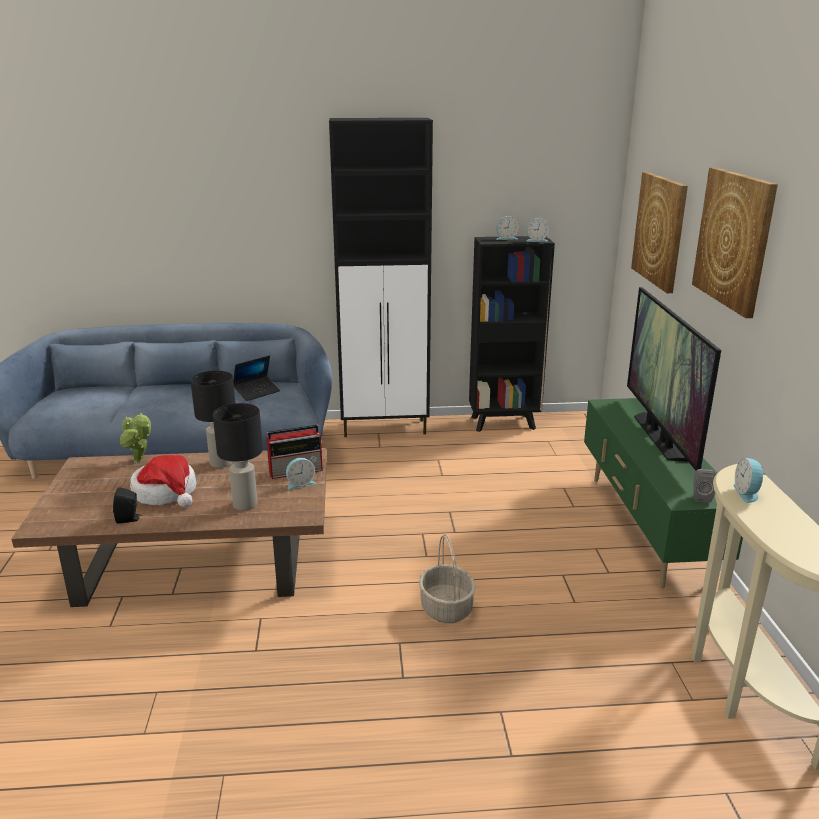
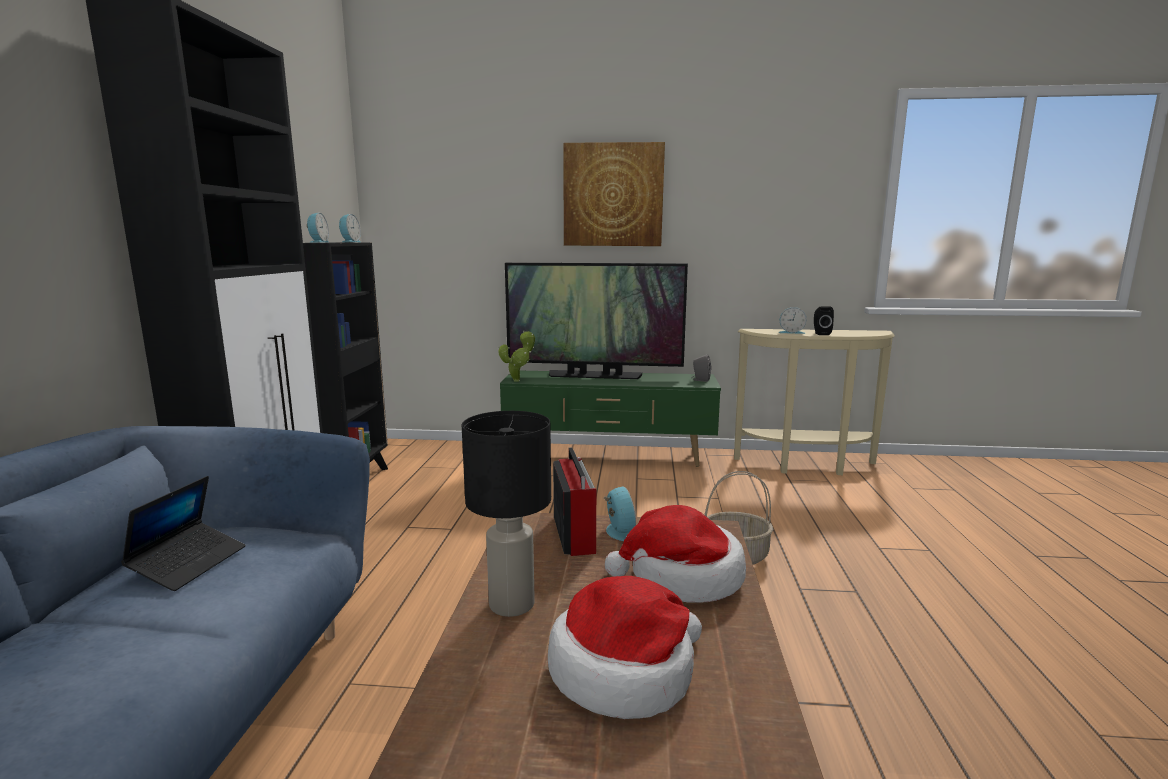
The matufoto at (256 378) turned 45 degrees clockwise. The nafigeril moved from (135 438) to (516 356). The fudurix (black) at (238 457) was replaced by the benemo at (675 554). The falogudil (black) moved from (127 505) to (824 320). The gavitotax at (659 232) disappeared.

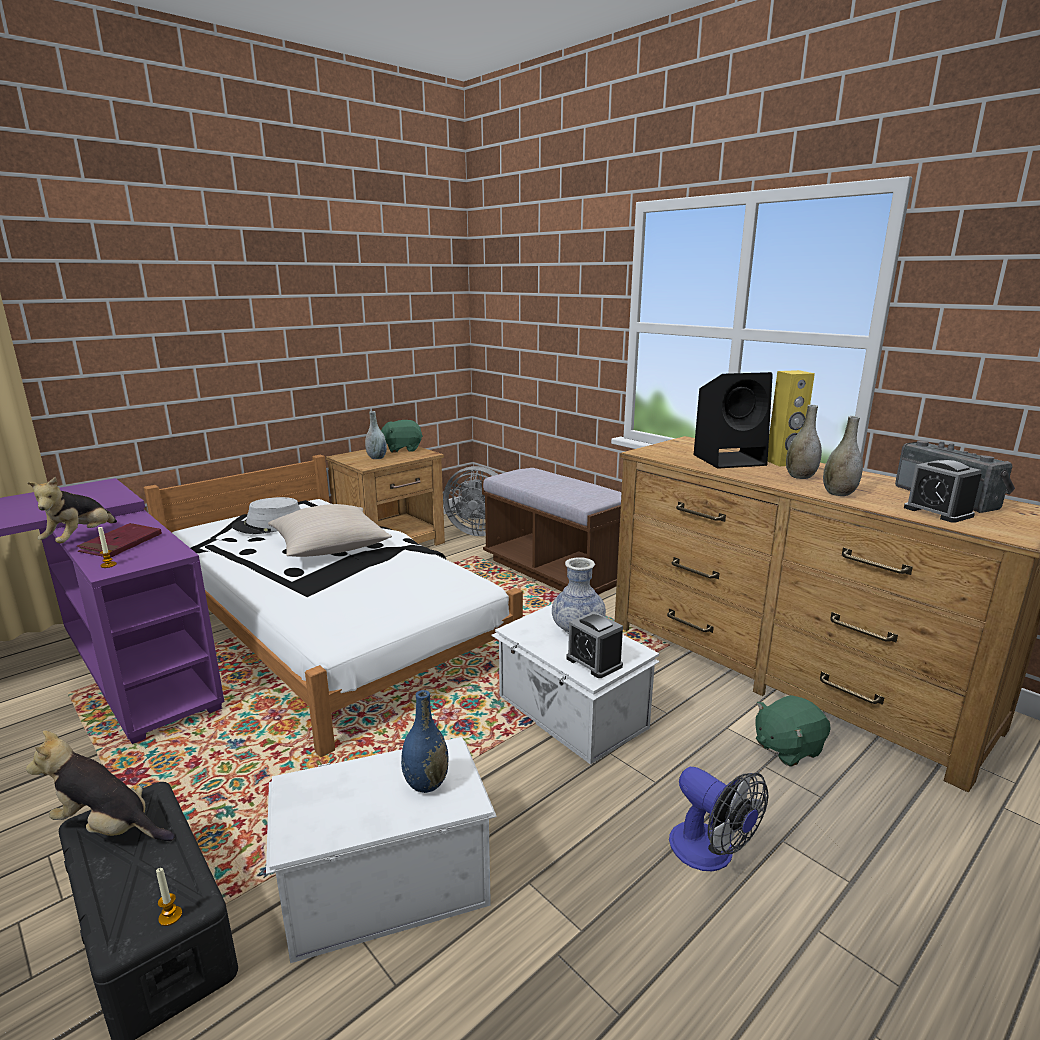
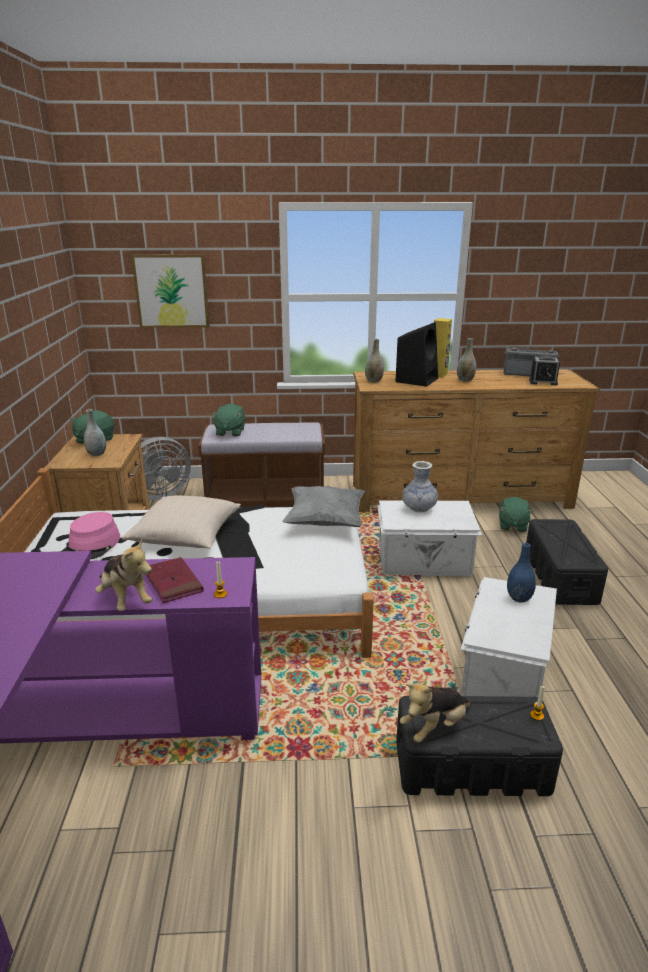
The benemo (grey) at (266 515) became the benemo (pink) at (91 535). The gavitotax at (170 291) appeared. The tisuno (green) at (228 420) appeared. The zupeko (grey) at (323 506) appeared. The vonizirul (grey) moved from (843 456) to (374 361). The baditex at (718 819) was replaced by the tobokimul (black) at (567 562). The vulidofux at (594 645) disappeared.

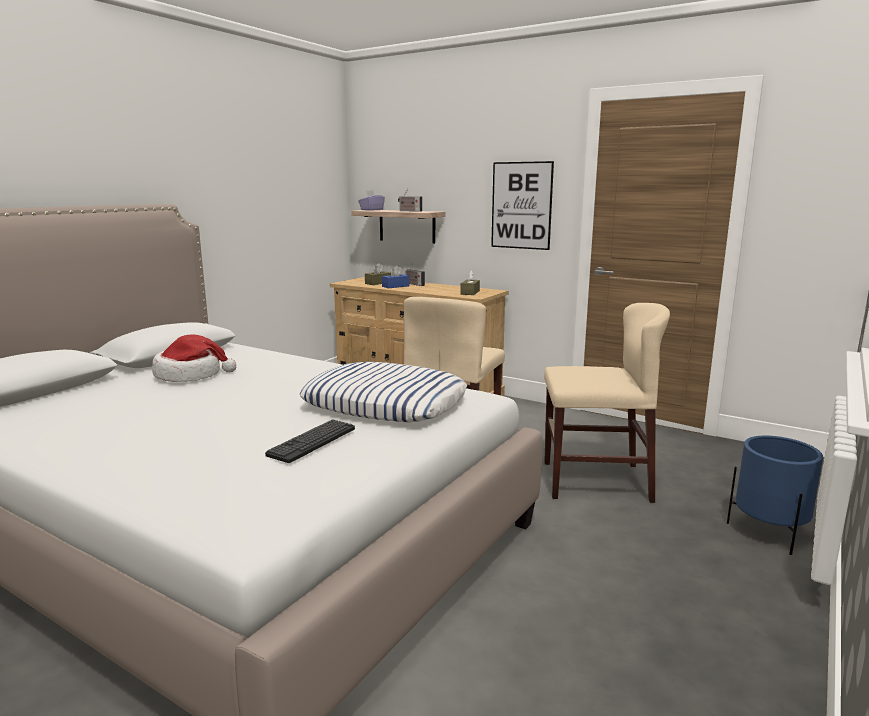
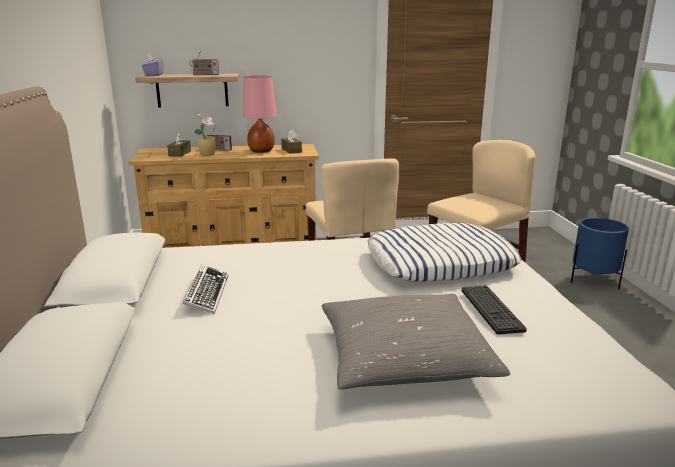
The benemo at (194 358) was replaced by the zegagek at (205 289). The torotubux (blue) at (395 277) was replaced by the nafigeril at (205 134). The fudurix (pink) at (260 114) appeared. The zupeko (grey) at (416 341) appeared. The gavitotax at (522 205) disappeared.

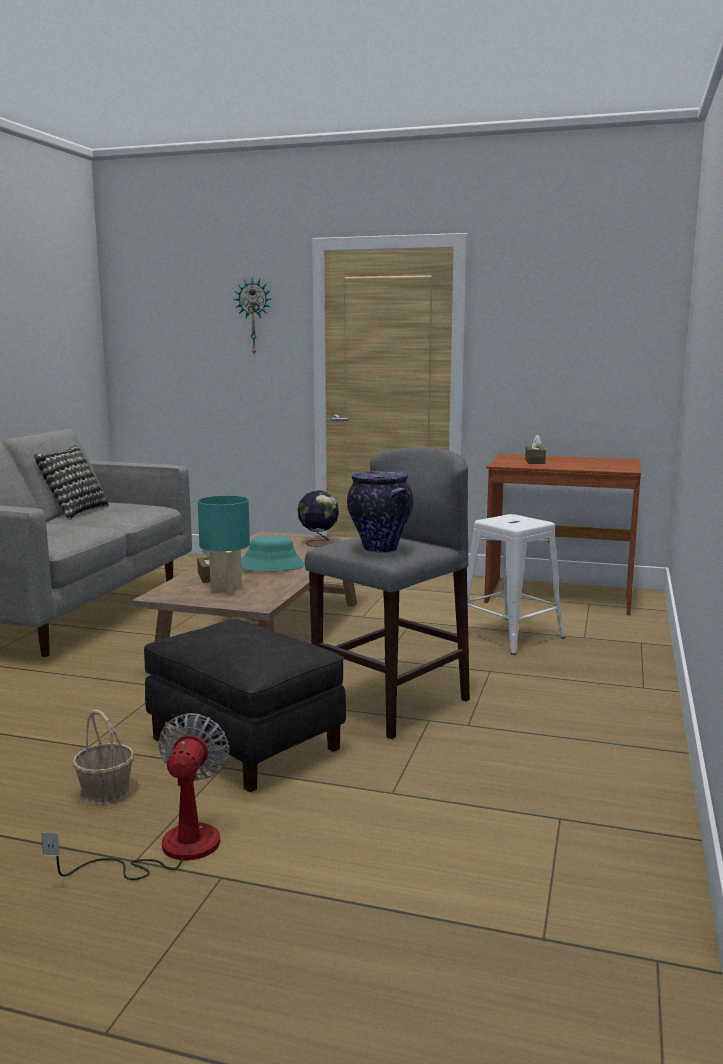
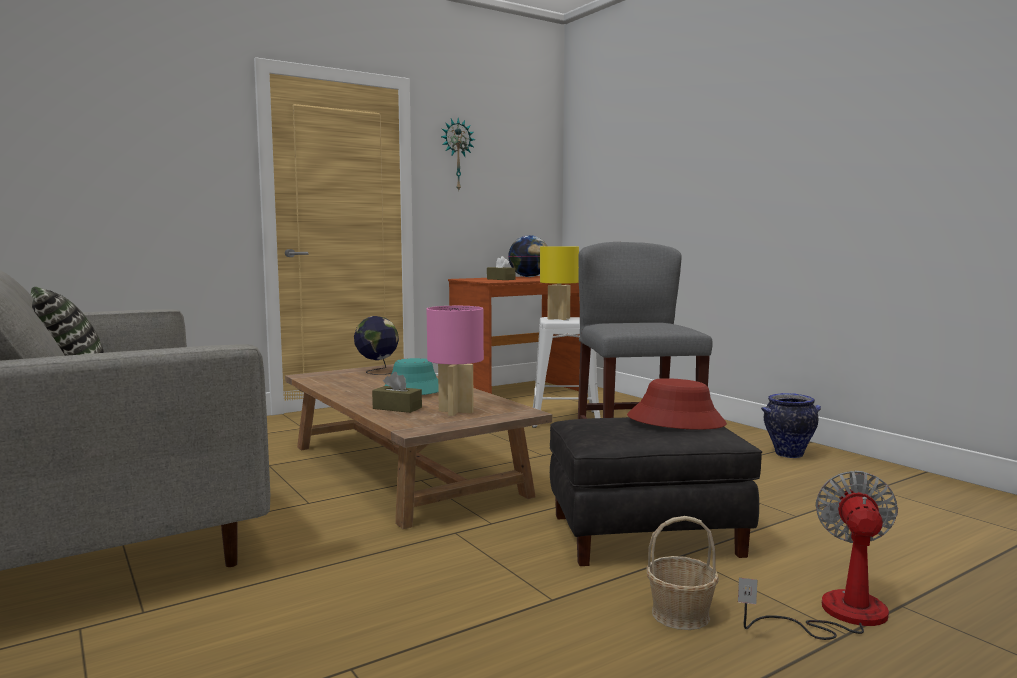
The fudurix (turquoise) at (223 545) became the fudurix (pink) at (455 361). The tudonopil moved from (252 316) to (458 154). The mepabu at (527 256) appeared. The fudurix (yellow) at (559 283) appeared. The benemo (red) at (677 404) appeared. The baditex at (135 796) turned 60 degrees clockwise. The vonizirul moved from (380 512) to (791 425).

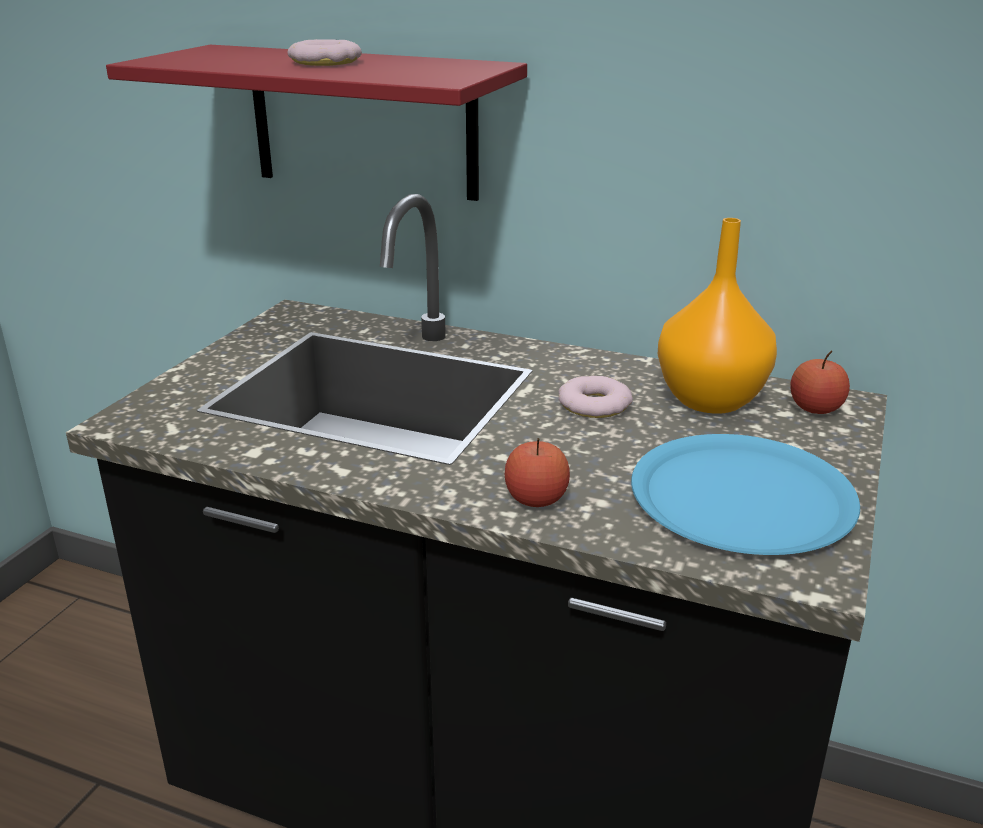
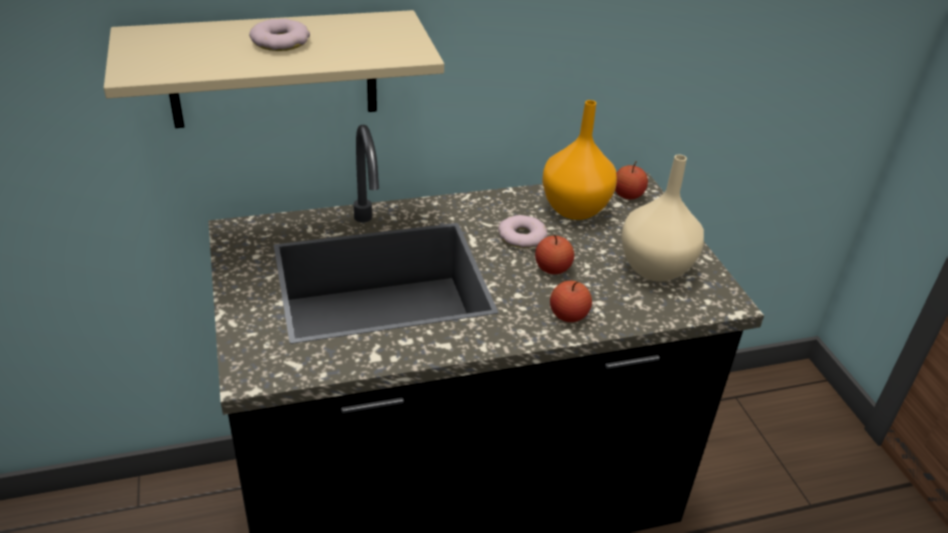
The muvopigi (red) at (316 123) became the muvopigi (beige) at (274 69). The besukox at (554 254) appeared. The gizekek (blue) at (745 494) was replaced by the vonizirul (beige) at (662 218).

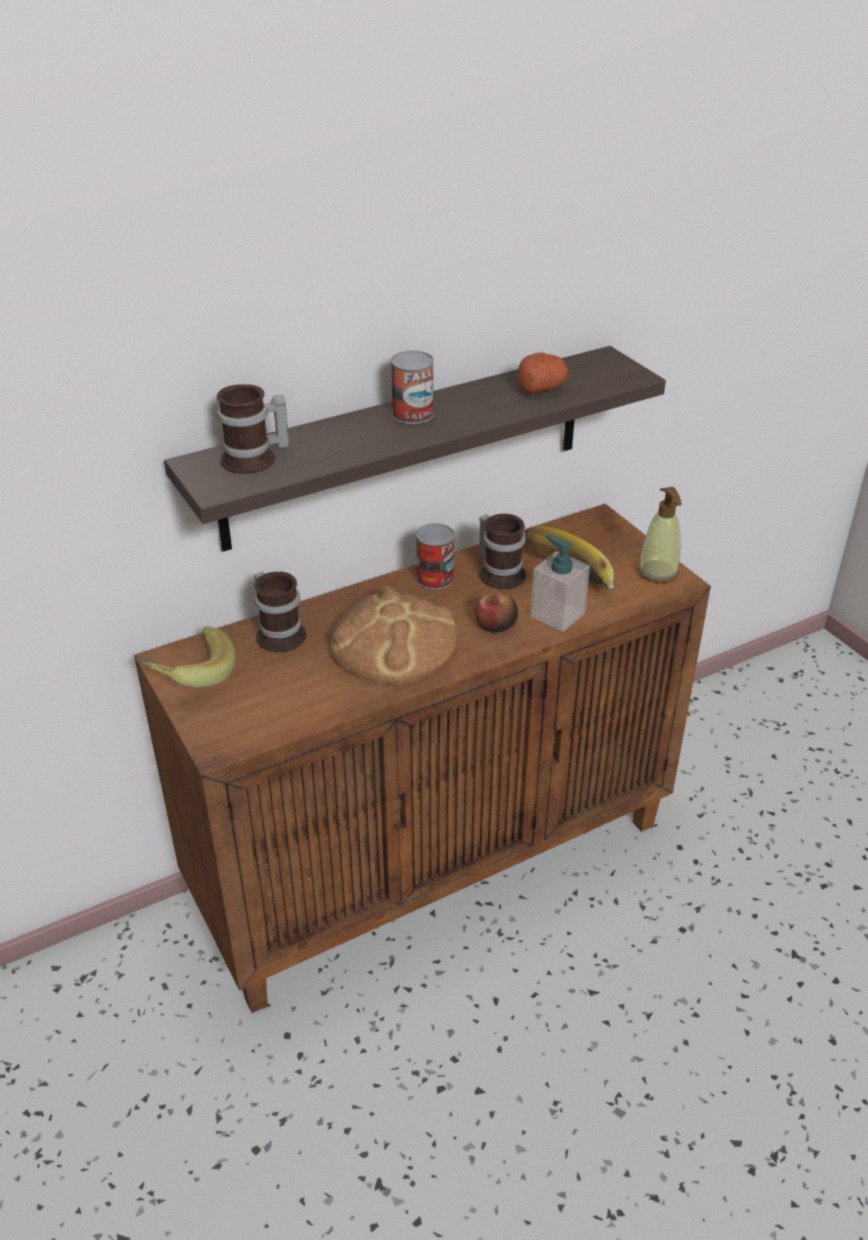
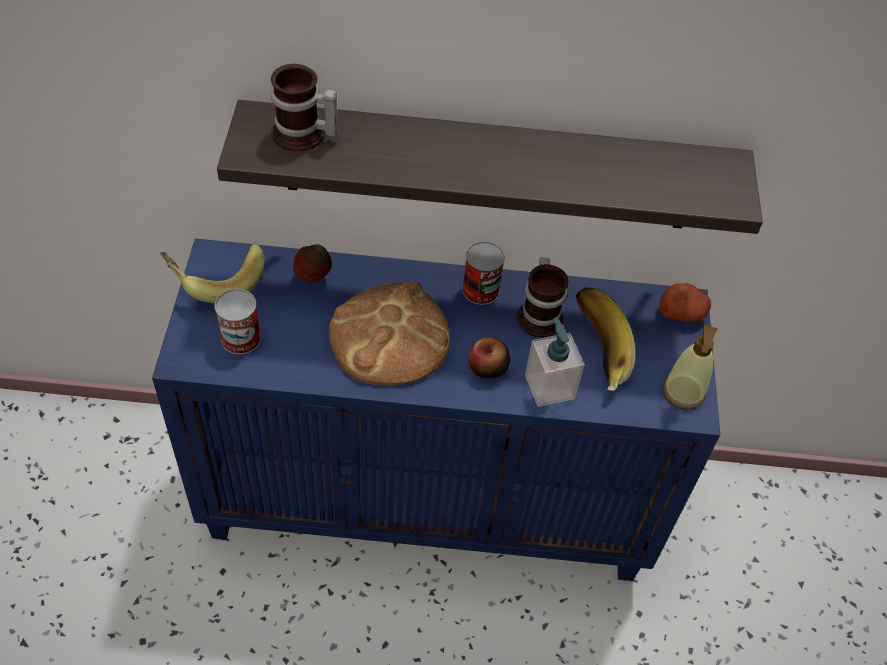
The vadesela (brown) at (422 758) became the vadesela (blue) at (436 410). The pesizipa moved from (412 387) to (238 322). The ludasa at (280 612) was replaced by the besukox at (312 263). The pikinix moved from (542 373) to (685 302).

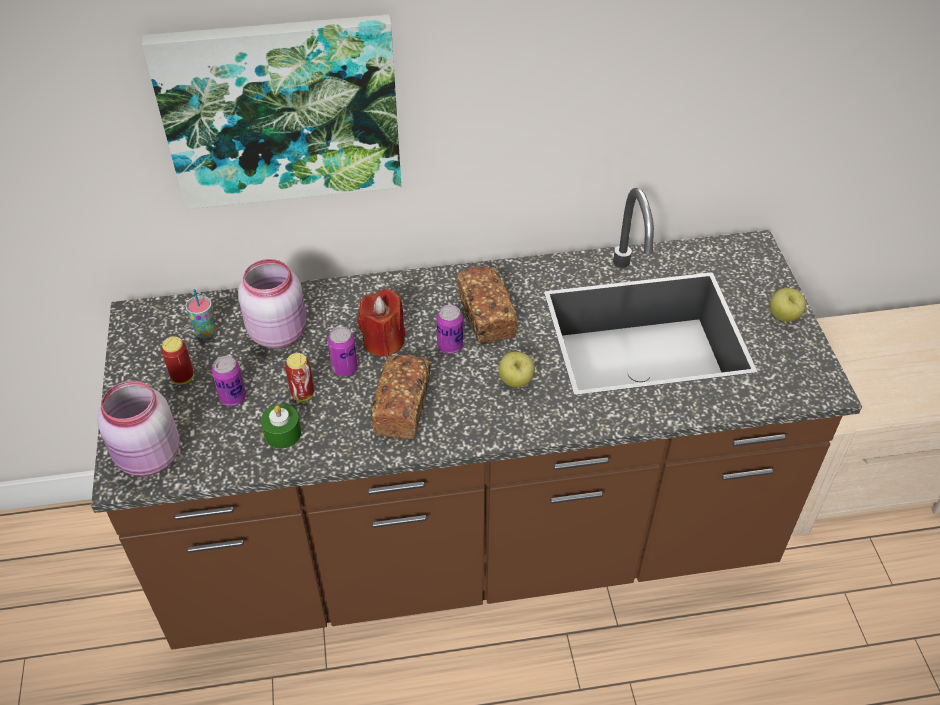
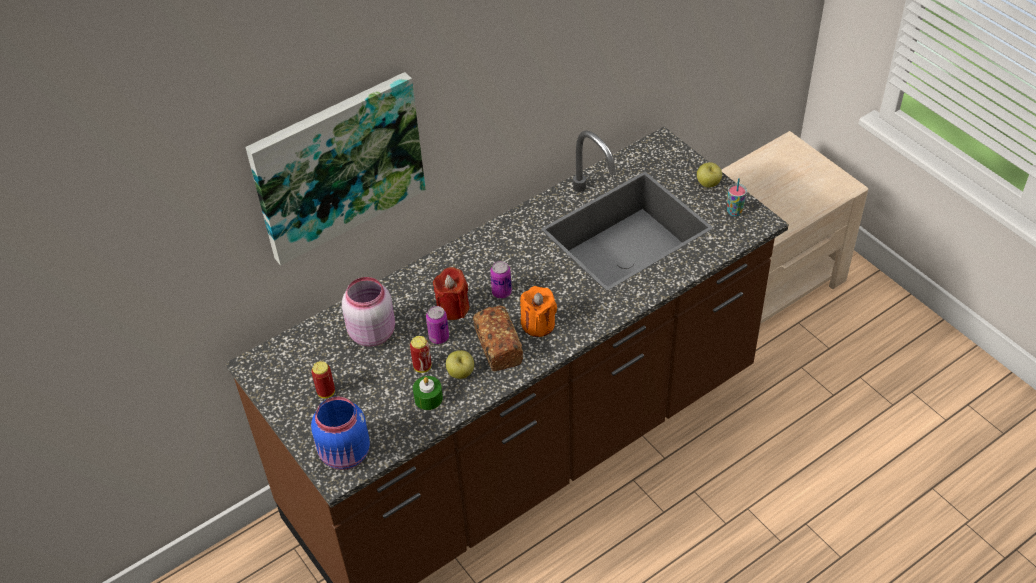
The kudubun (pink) at (139 429) became the kudubun (blue) at (340 433). The besukox moved from (517 369) to (460 364). The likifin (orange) at (538 311) appeared. The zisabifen moved from (201 314) to (737 197). The pesizipa at (229 381) disappeared. The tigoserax at (487 305) disappeared.

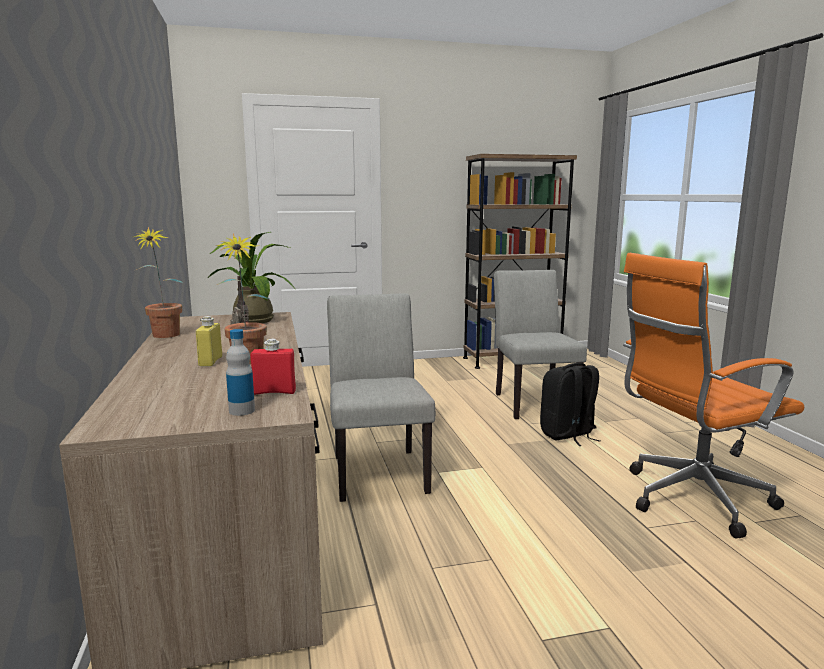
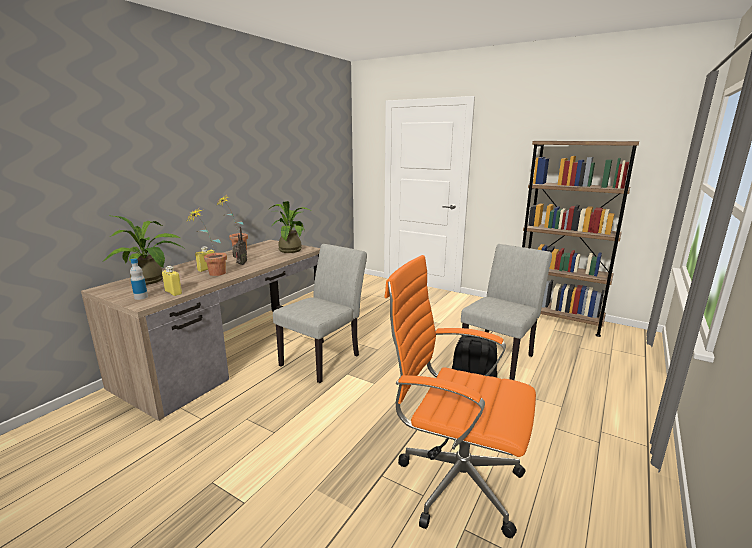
The nafigeril at (143 250) appeared. The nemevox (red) at (273 367) became the nemevox (yellow) at (172 281).

